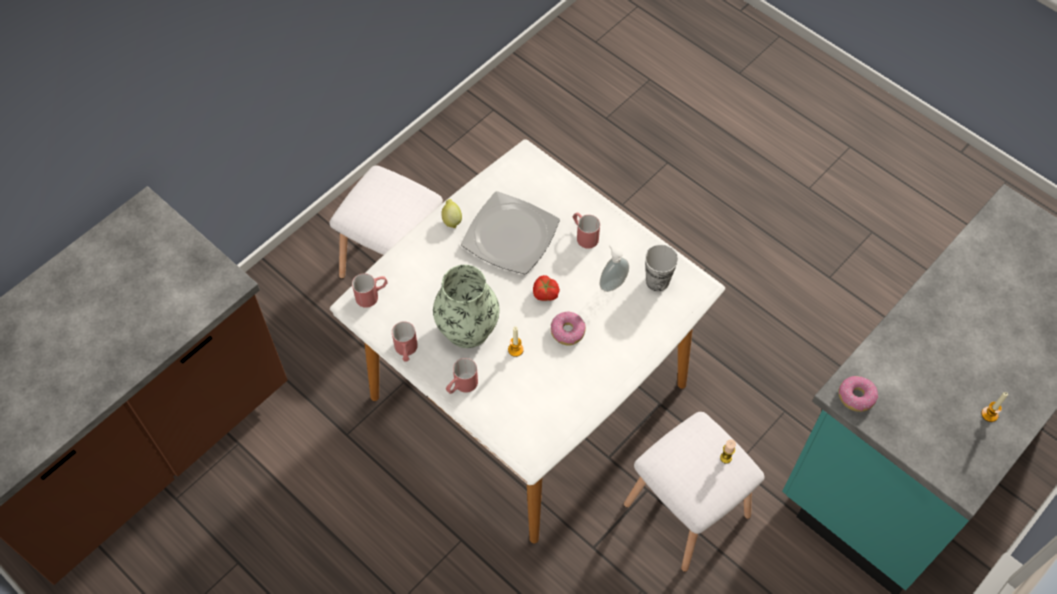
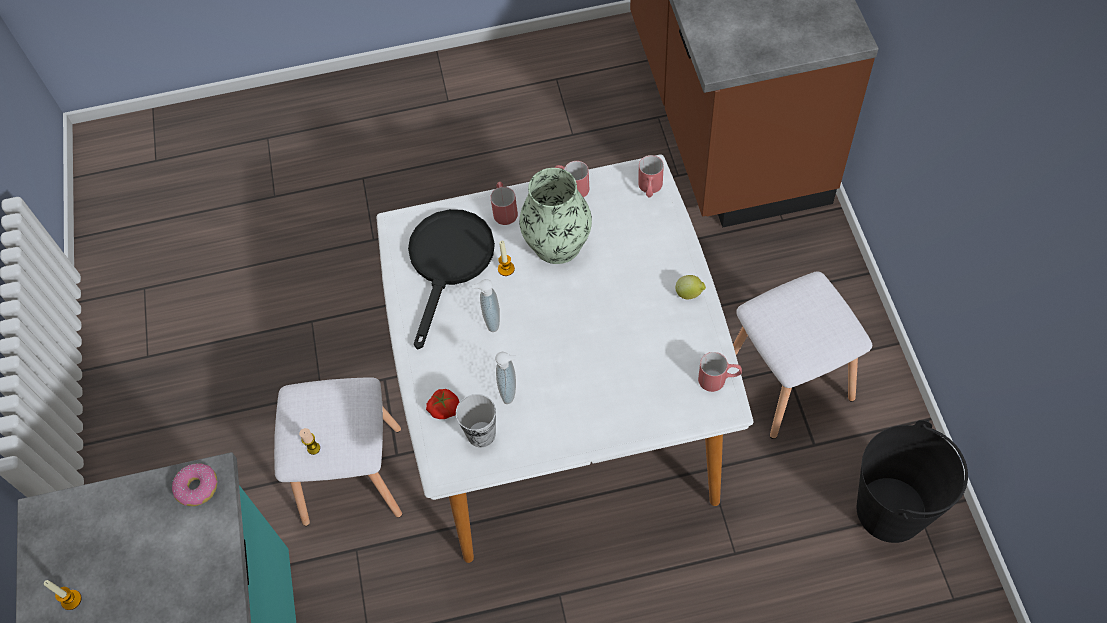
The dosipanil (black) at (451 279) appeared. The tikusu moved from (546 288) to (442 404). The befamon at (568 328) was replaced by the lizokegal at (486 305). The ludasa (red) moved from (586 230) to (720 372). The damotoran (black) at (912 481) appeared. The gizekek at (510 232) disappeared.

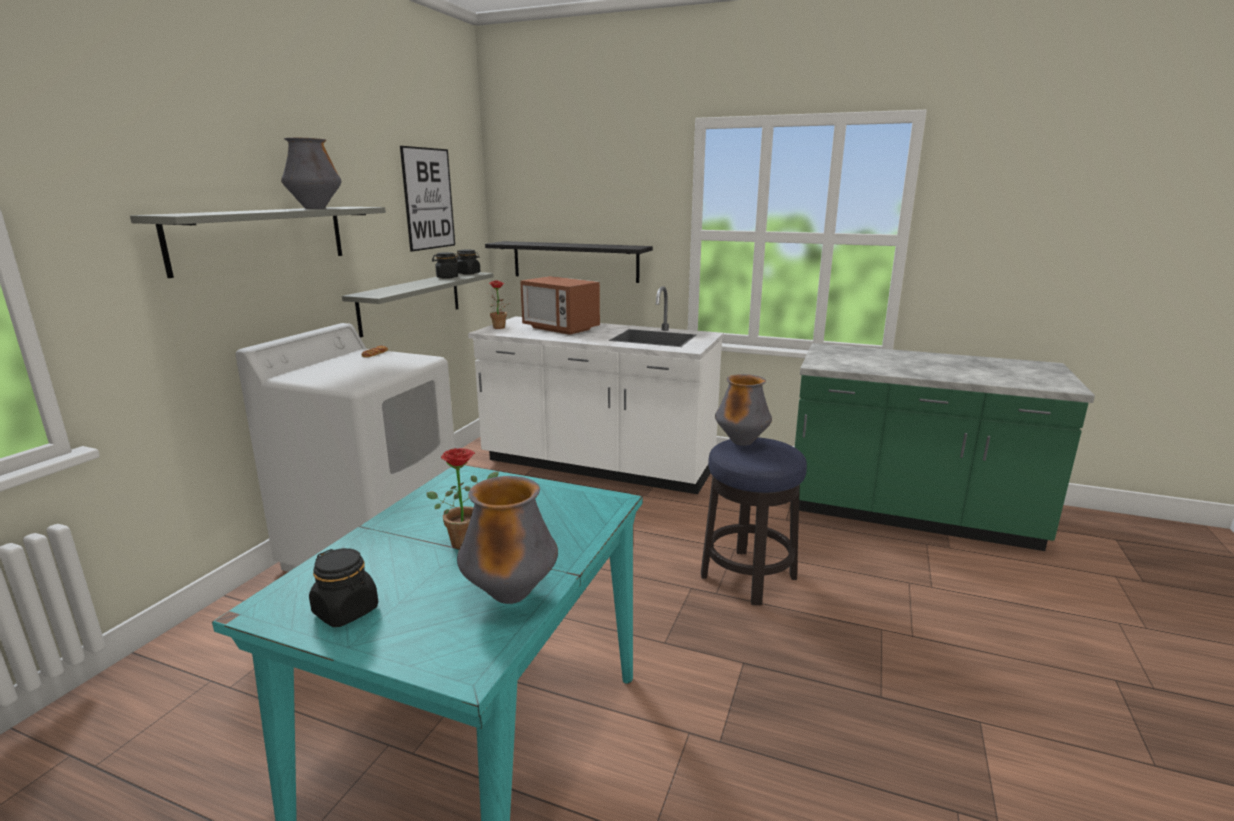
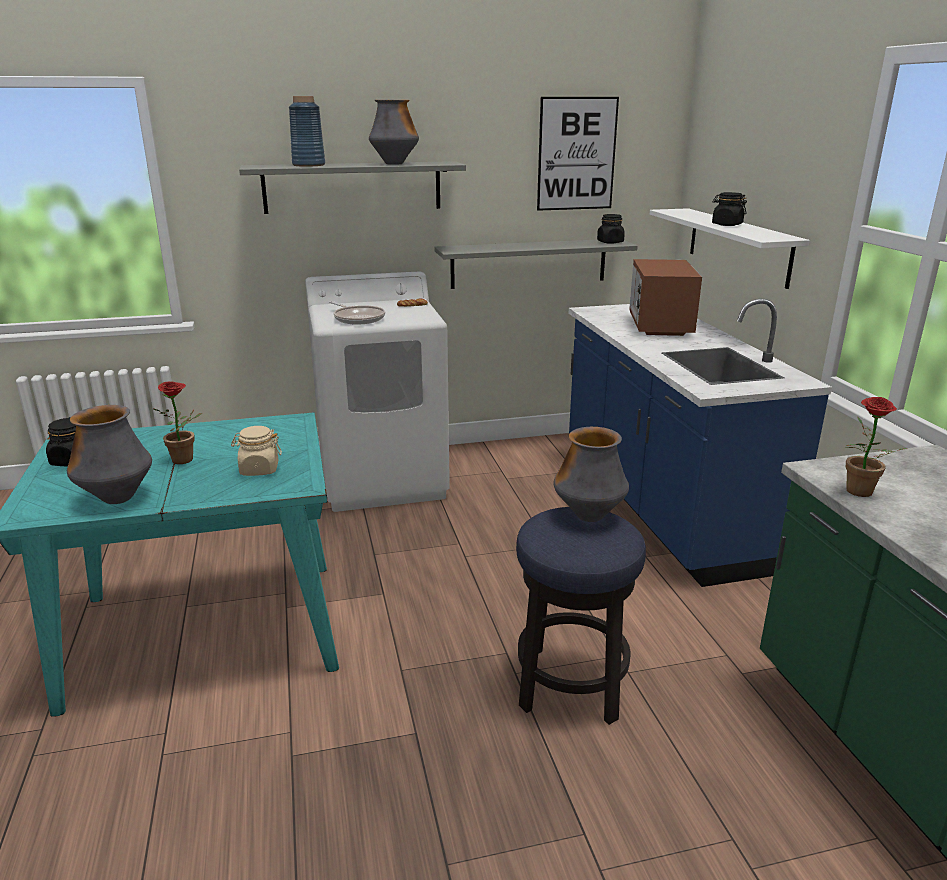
The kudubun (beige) at (256 451) appeared. The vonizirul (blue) at (307 131) appeared. The dosipanil at (357 313) appeared. The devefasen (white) at (596 390) became the devefasen (blue) at (700 442). The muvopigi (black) at (569 262) became the muvopigi (white) at (730 248). The kudubun (black) moved from (446 265) to (729 209). The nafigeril moved from (499 304) to (877 447).

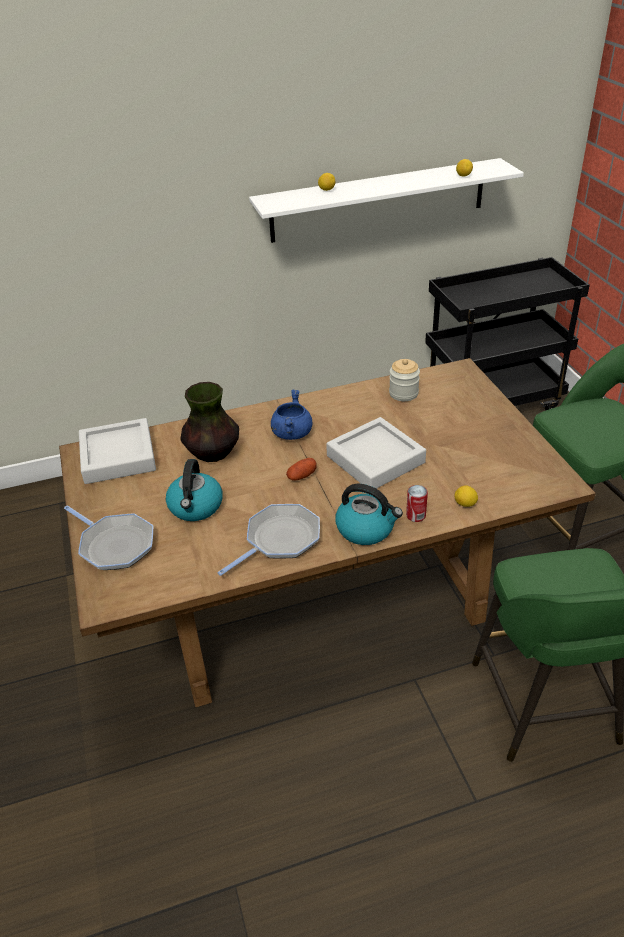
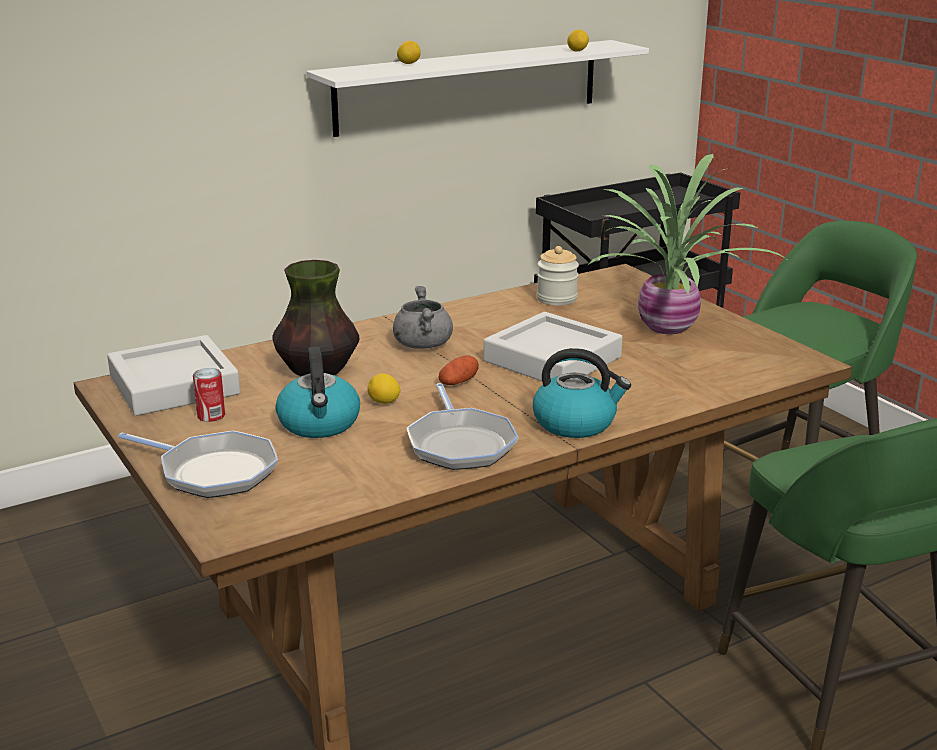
The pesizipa moved from (417 503) to (209 395). The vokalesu moved from (466 496) to (384 388). The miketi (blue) at (291 415) became the miketi (grey) at (423 317). The dosipanil at (269 540) turned 135 degrees clockwise. The nafigeril at (688 244) appeared.

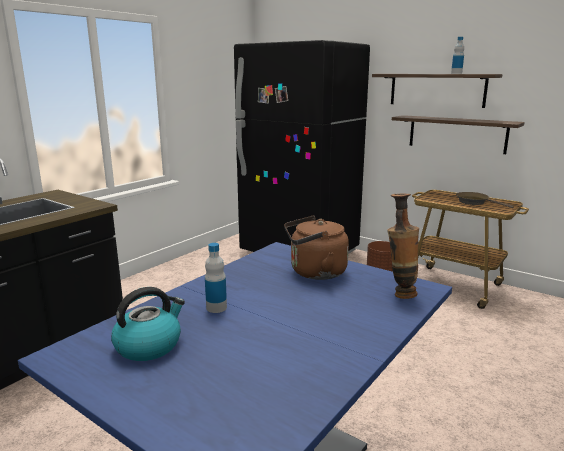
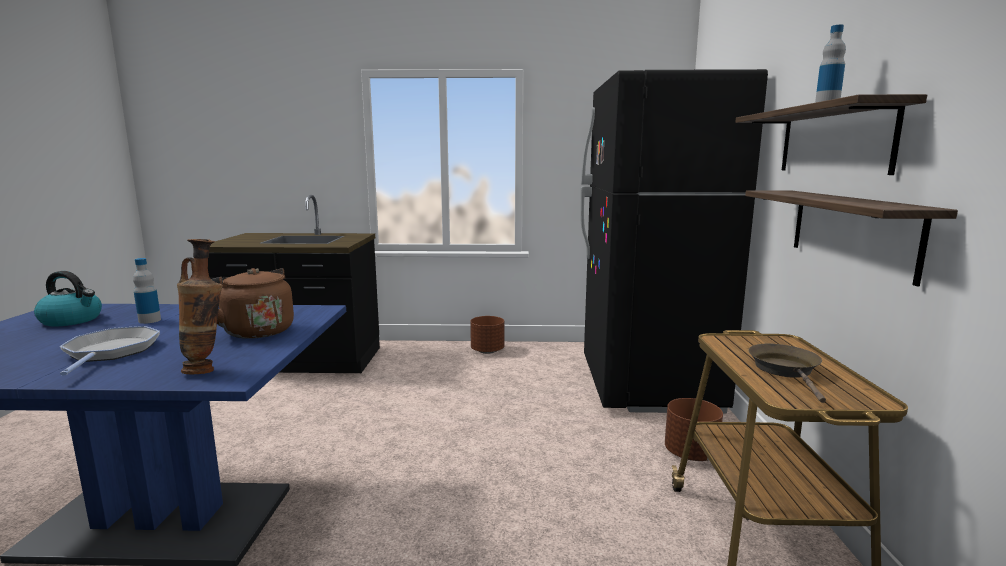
The dosipanil at (110 350) appeared. The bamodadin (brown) at (487 335) appeared.

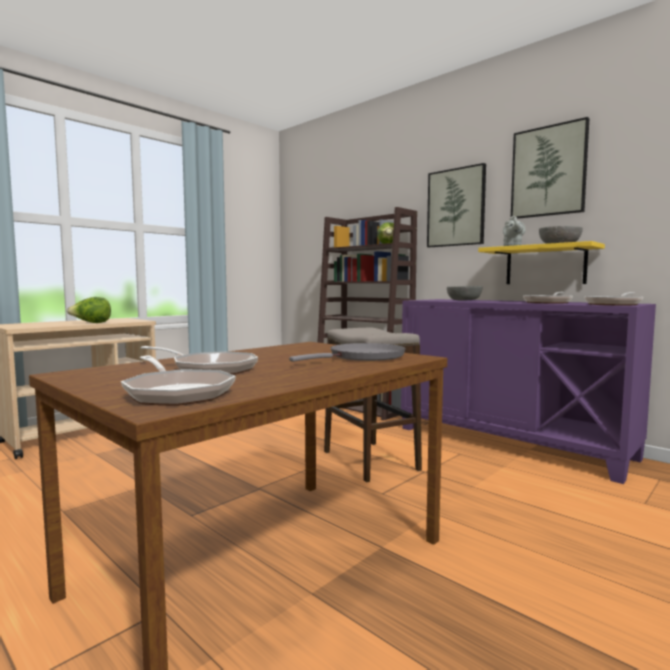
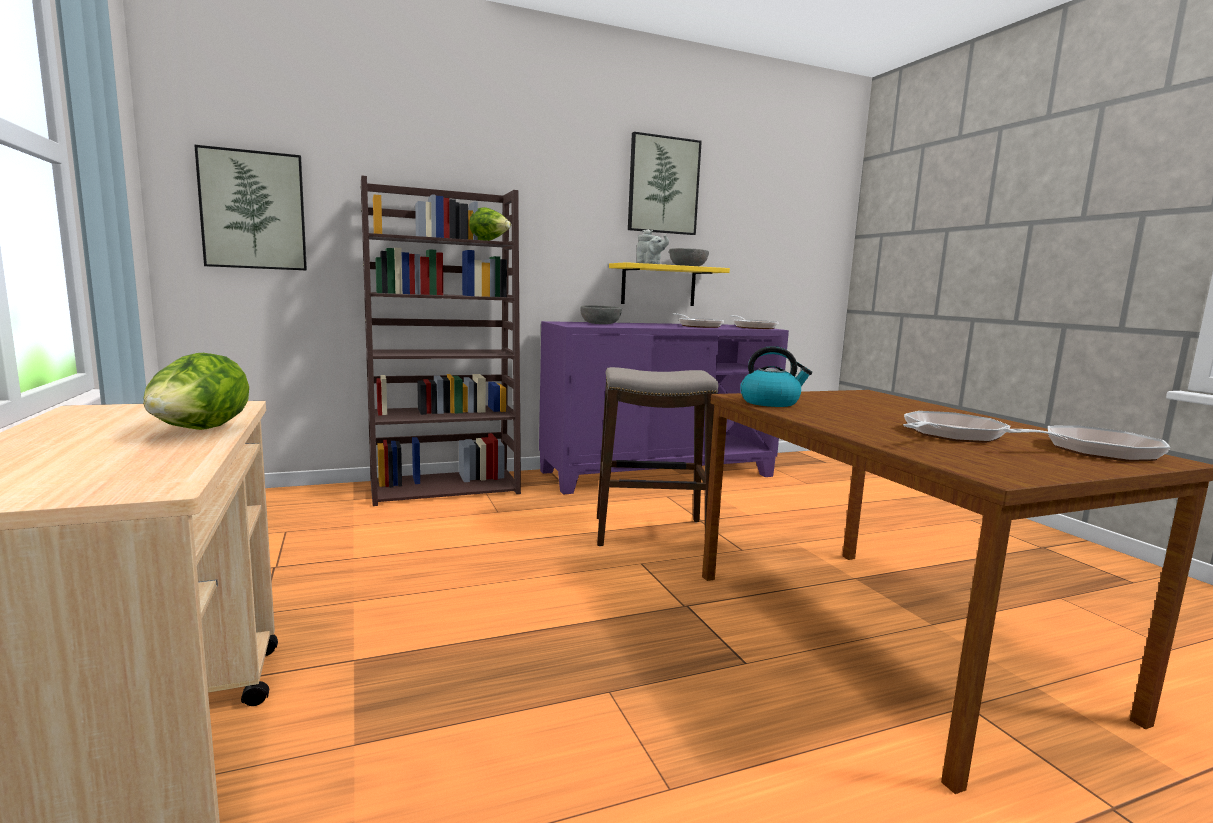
The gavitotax moved from (456 205) to (250 208). The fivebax at (776 376) appeared. The dosipanil (grey) at (347 352) disappeared.

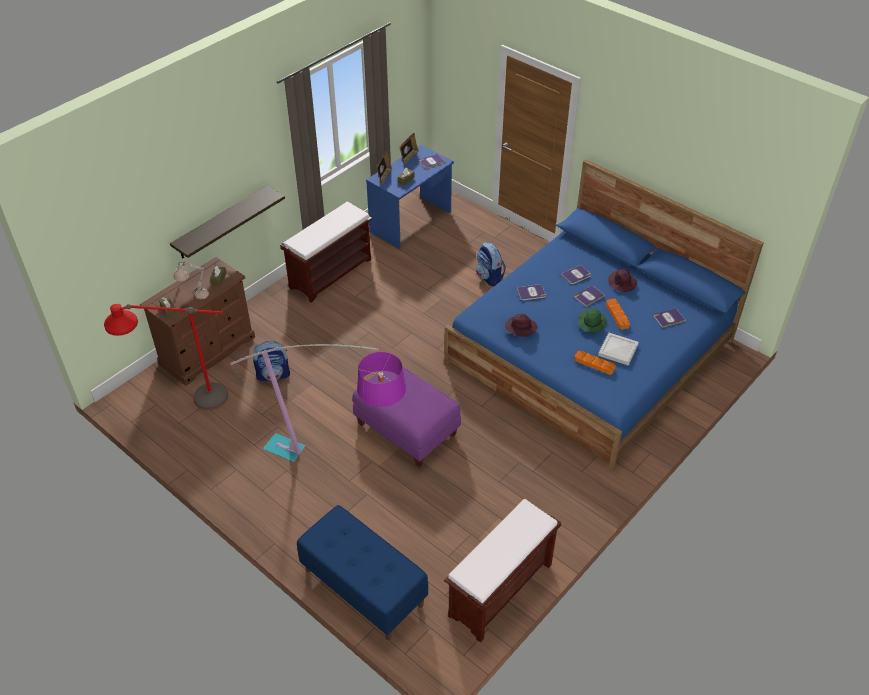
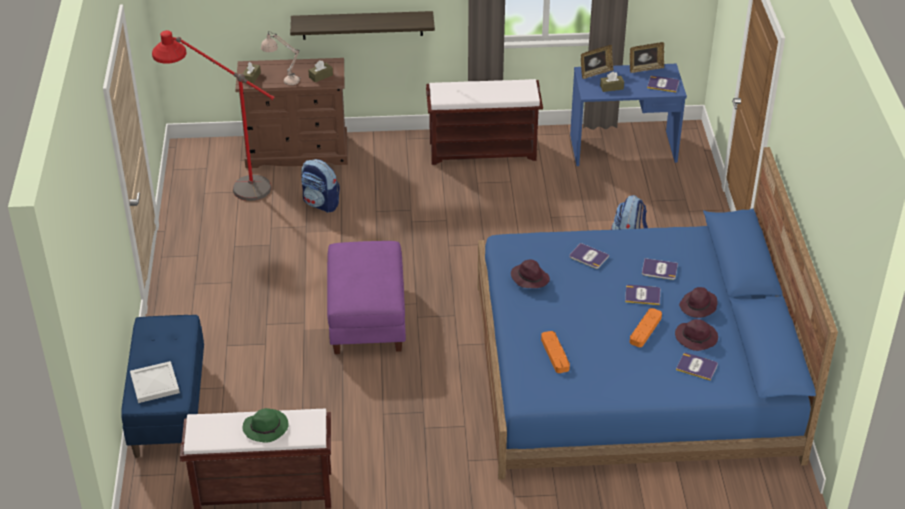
The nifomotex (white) moved from (618 349) to (155 382). The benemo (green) moved from (592 320) to (266 425). The benemo (purple) at (696 335) appeared. The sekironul at (318 403) disappeared.

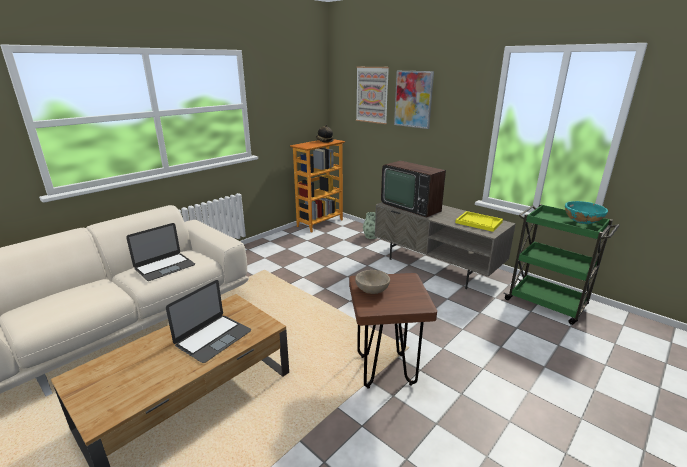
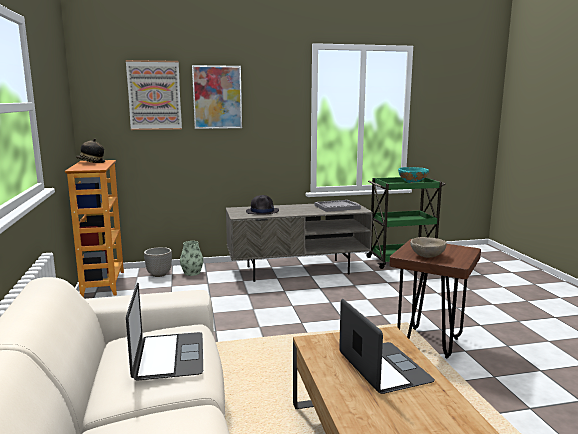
The bamodadin at (158 262) appeared. The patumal at (413 189) was replaced by the benemo (black) at (262 205). The nifomotex (yellow) at (479 221) became the nifomotex (grey) at (338 206).

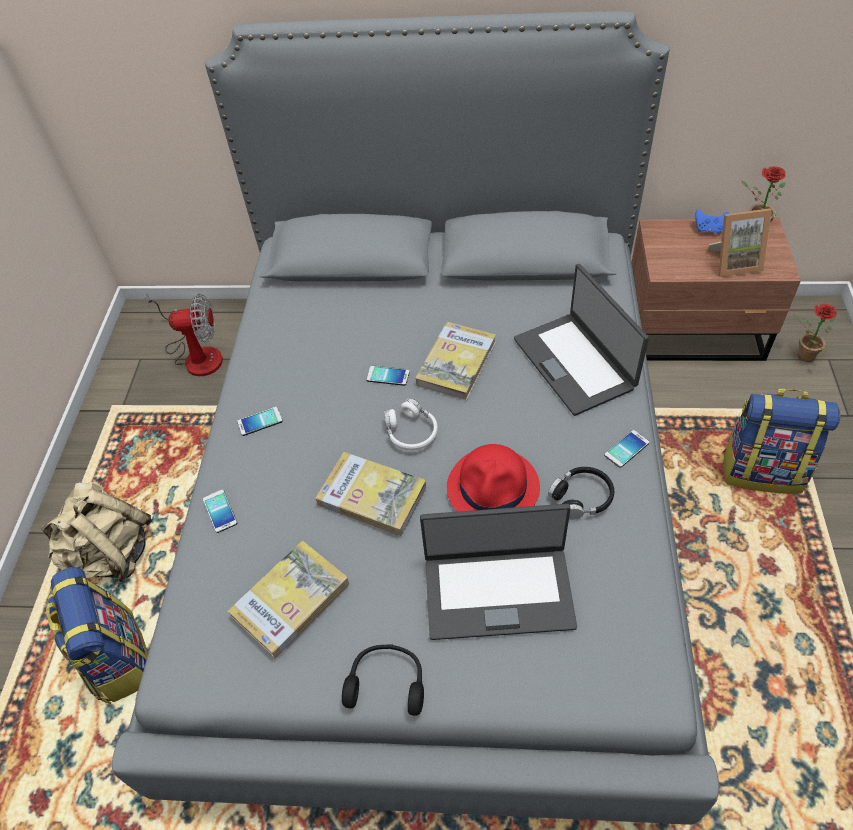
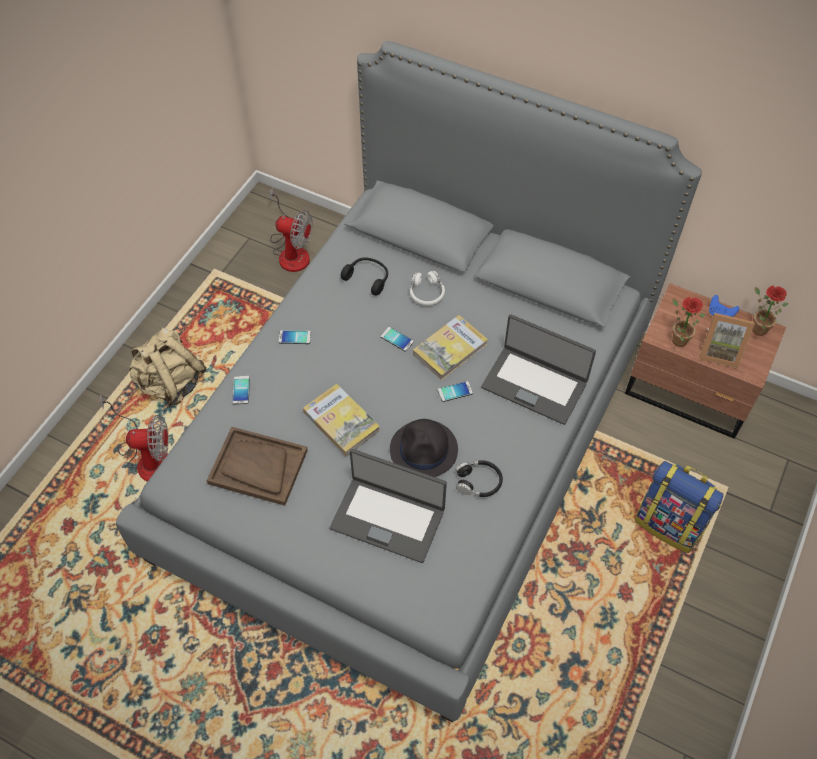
The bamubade at (97 635) was replaced by the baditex at (134 438). The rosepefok at (288 599) was replaced by the nifomotex (brown) at (257 466). The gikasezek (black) moved from (383 680) to (364 276). The benemo (red) at (493 478) became the benemo (black) at (424 448). The gikasezek (white) moved from (411 424) to (427 288). The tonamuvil moved from (626 449) to (455 391). The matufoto at (581 340) turned 60 degrees counterclockwise. The nafigeril moved from (814 333) to (689 322).

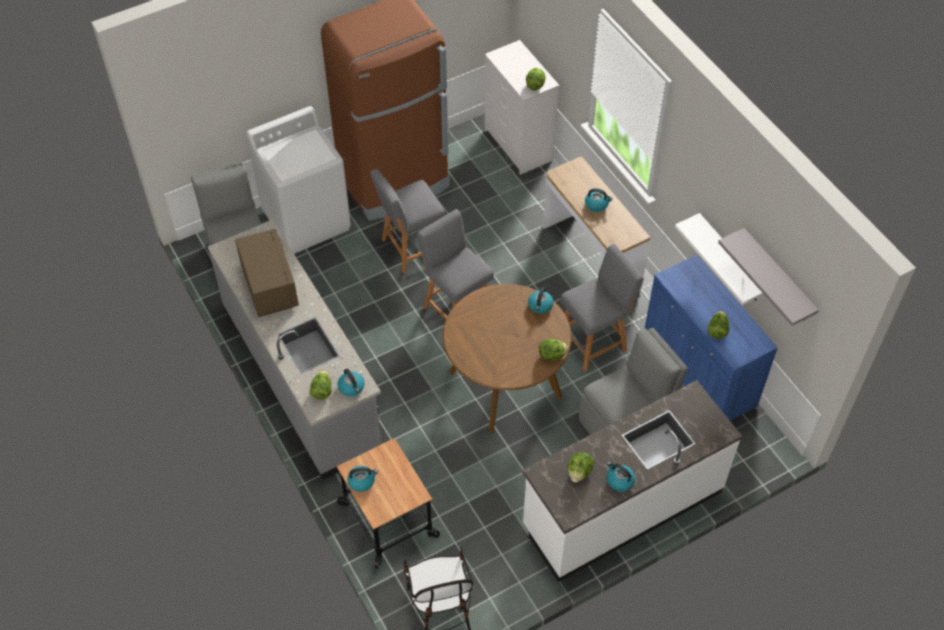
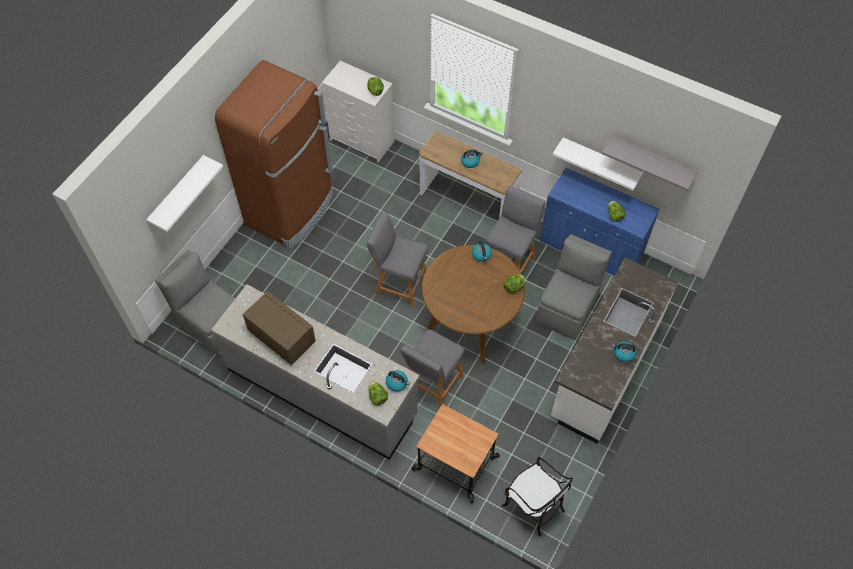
The muvopigi (white) at (184 193) appeared. The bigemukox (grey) moved from (407 221) to (432 368). The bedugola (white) at (298 180) disappeared. The fivebax at (362 479) disappeared. The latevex at (581 467) disappeared.

